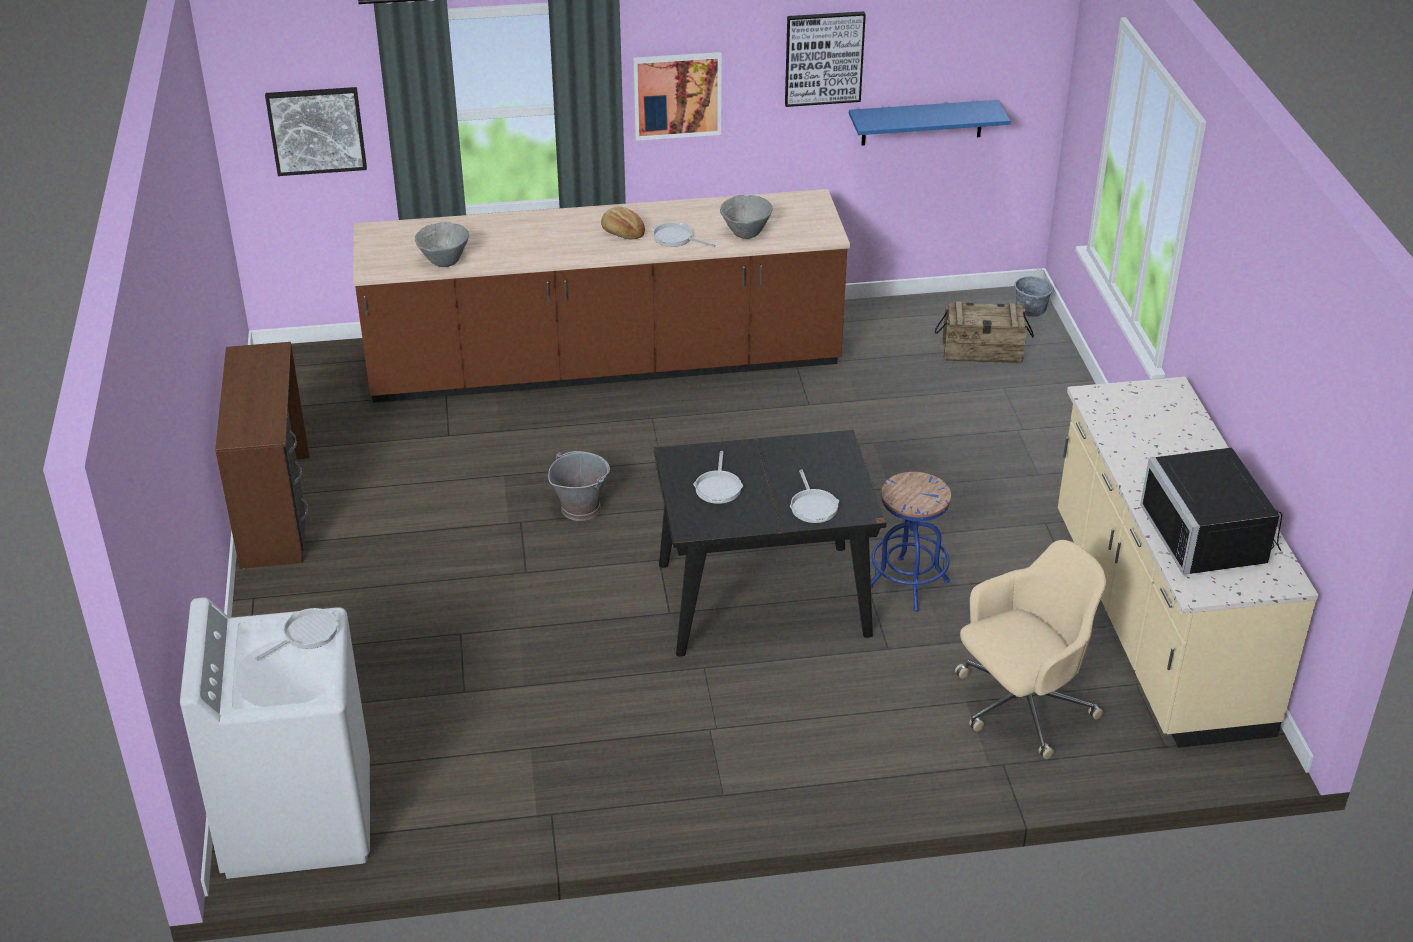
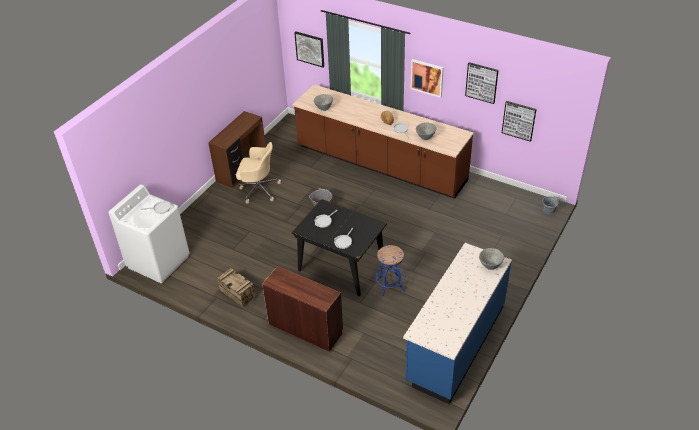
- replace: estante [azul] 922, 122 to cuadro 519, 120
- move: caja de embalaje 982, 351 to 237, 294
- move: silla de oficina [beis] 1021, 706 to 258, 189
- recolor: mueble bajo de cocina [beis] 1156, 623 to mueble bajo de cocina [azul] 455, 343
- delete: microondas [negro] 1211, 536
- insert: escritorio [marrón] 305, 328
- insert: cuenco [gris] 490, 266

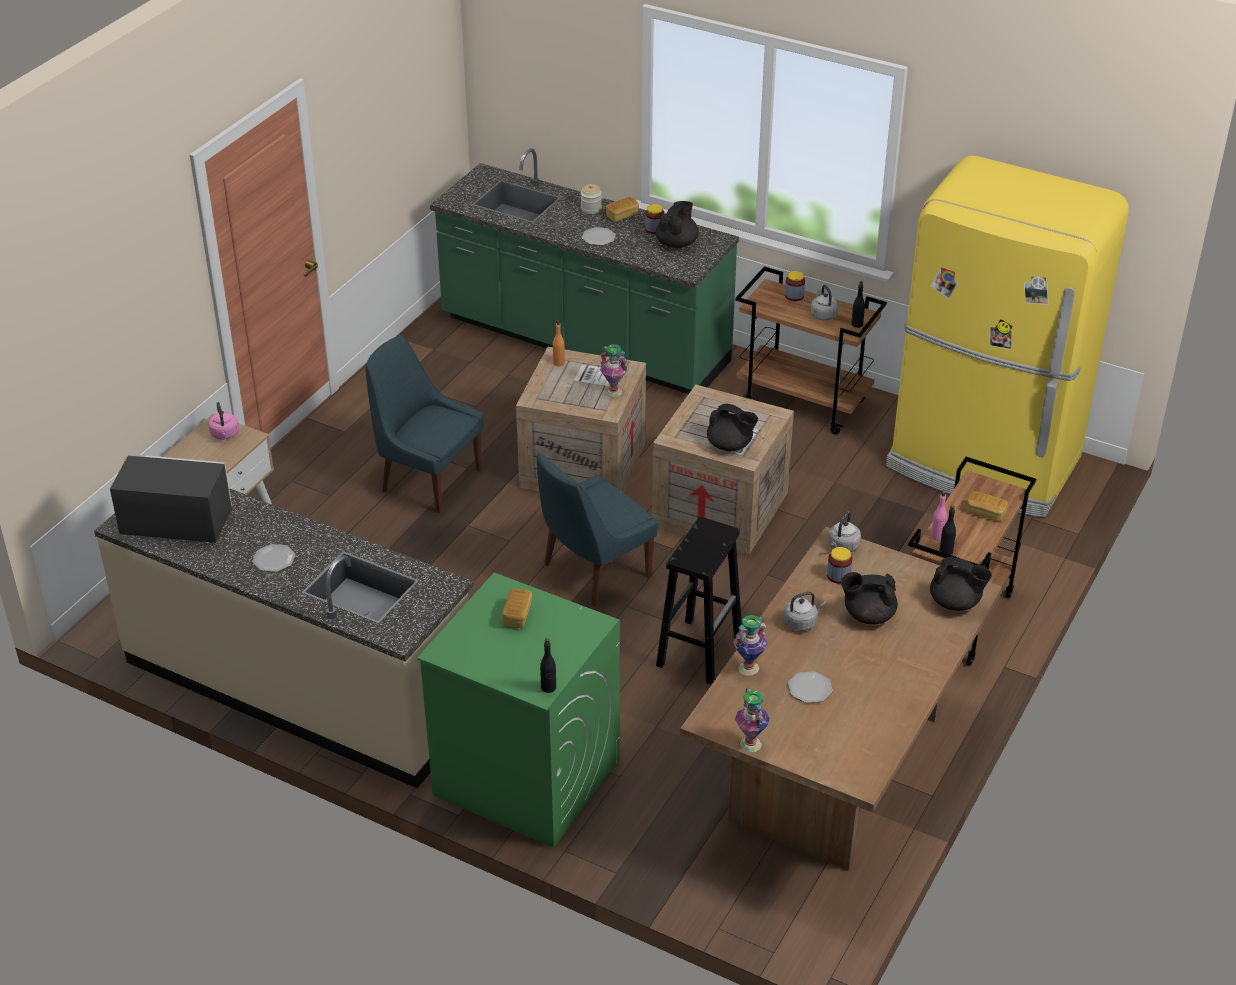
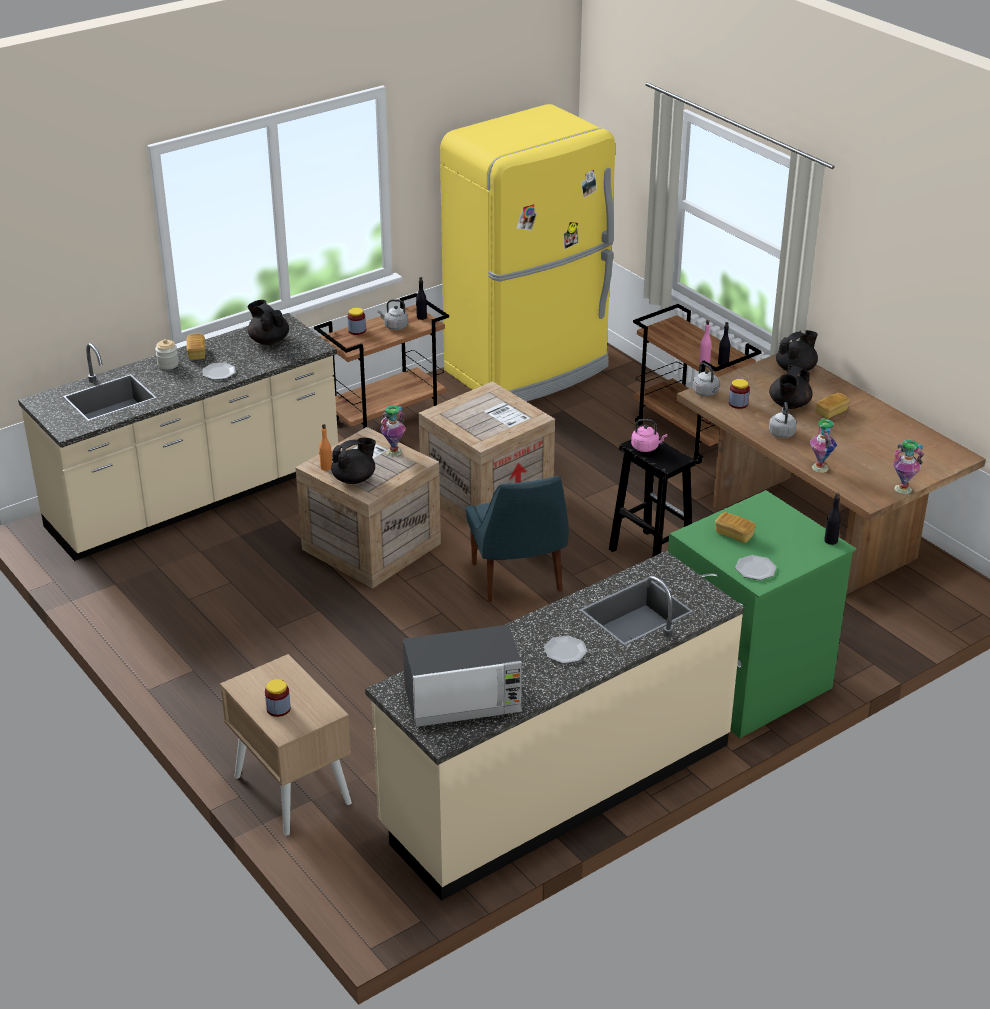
- rotate: microondas 176, 522 = 463, 701 135 degrees counterclockwise
- move: hervidor [rosa] 225, 435 to 646, 447
- delete: silla [azul] 428, 479
- recolor: mueble bajo de cocina [verde] 584, 343 to mueble bajo de cocina [beis] 196, 498
- move: tarro 654, 229 to 278, 709
- move: tetera [negro] 730, 445 to 354, 479
- move: plato 810, 689 to 756, 569
- move: pan 985, 513 to 831, 412

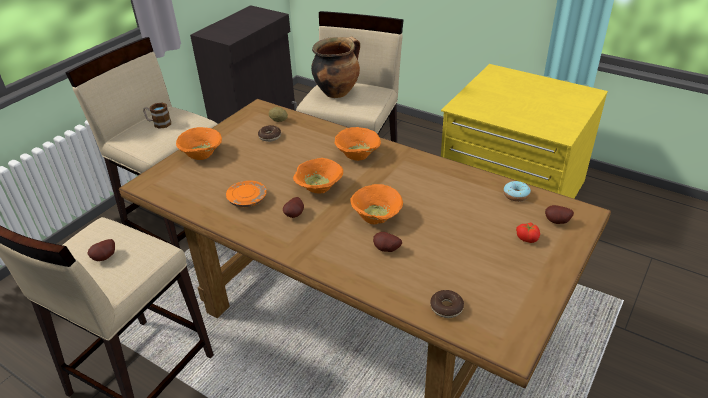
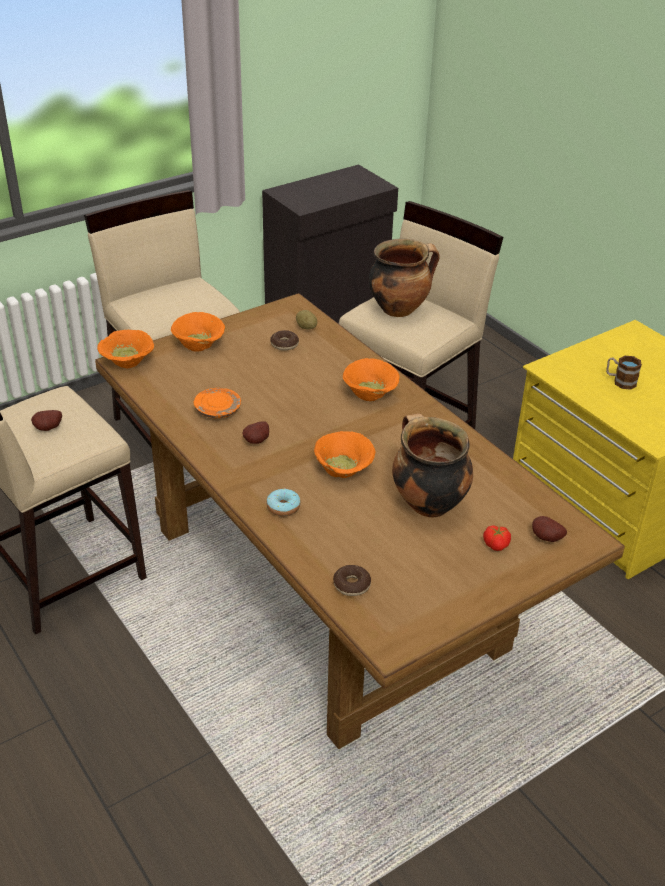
- move: taza grande 159, 123 to 620, 381
- move: cuenco [naranja] 319, 188 to 127, 363
- delete: patata 386, 250
- move: rosquilla 516, 195 to 283, 507
- insert: olla 427, 503

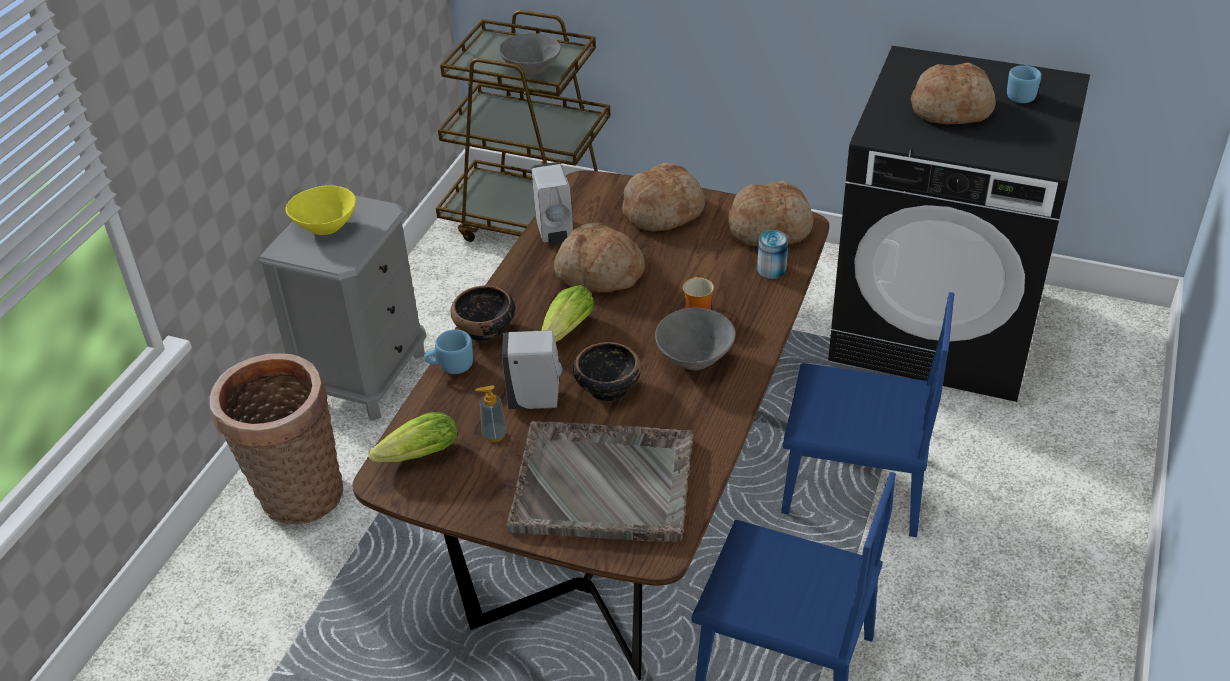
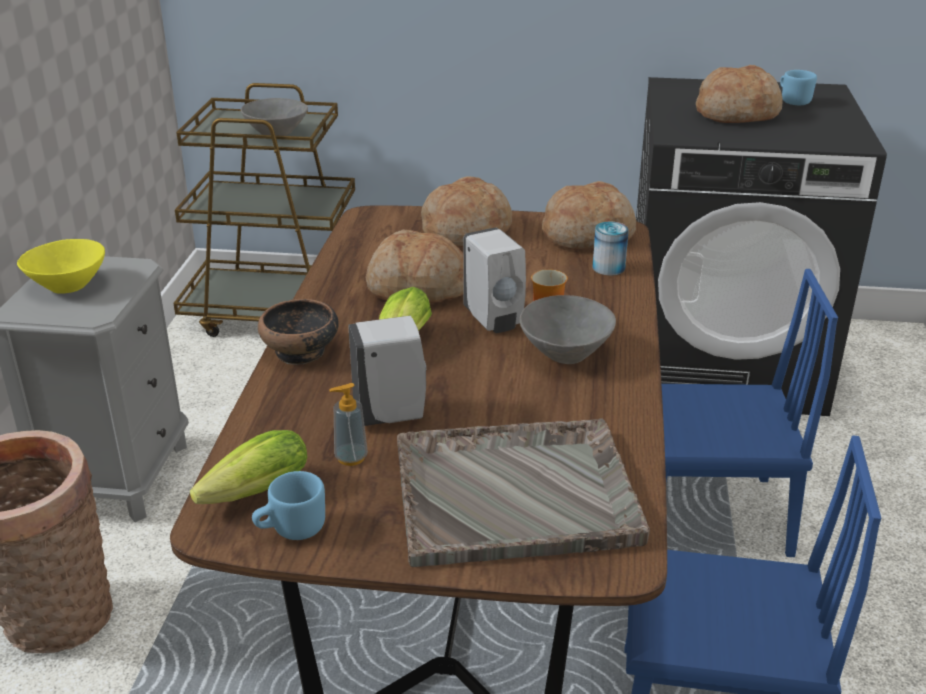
- move: taza grande [azul] 450, 366 to 290, 530
- move: dispensador de jabón [blanco] 554, 233 to 494, 320
- delete: cuenco 607, 387

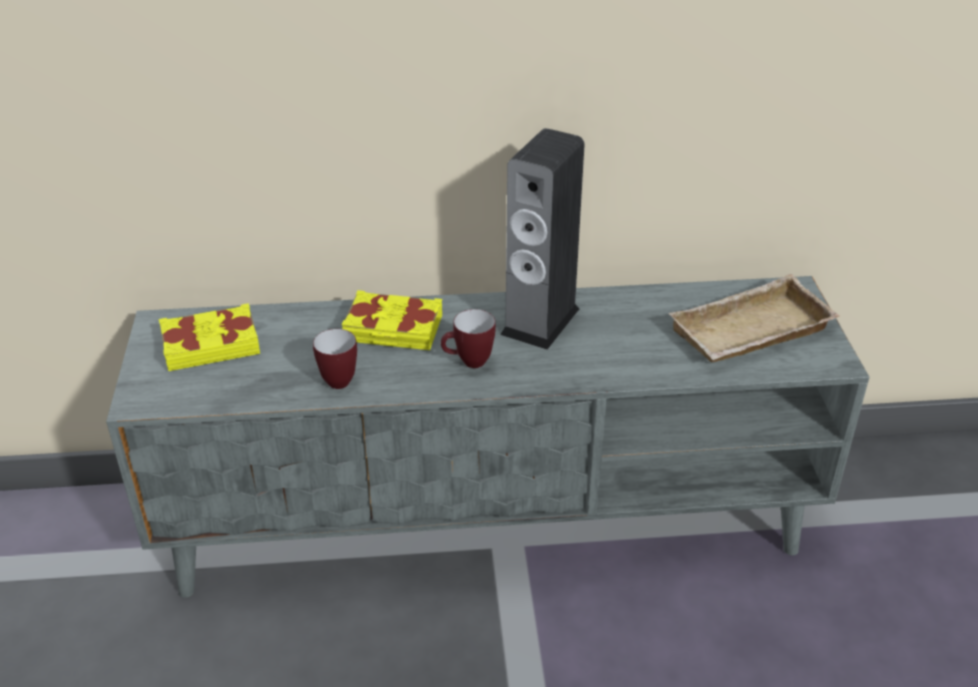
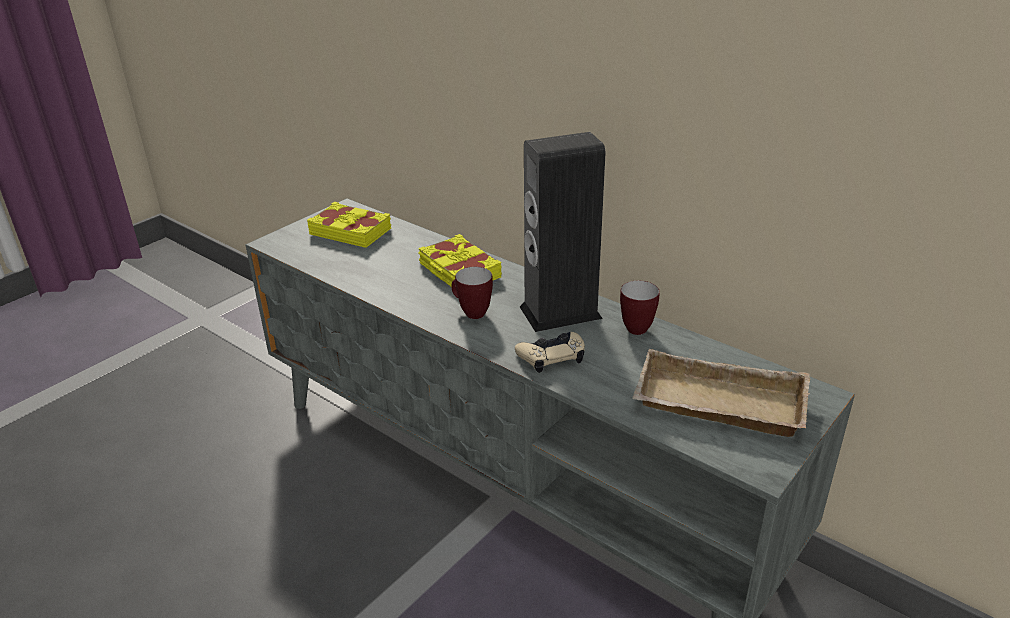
- move: taza grande 334, 380 to 635, 326
- insert: mando de consola [beis] 551, 356

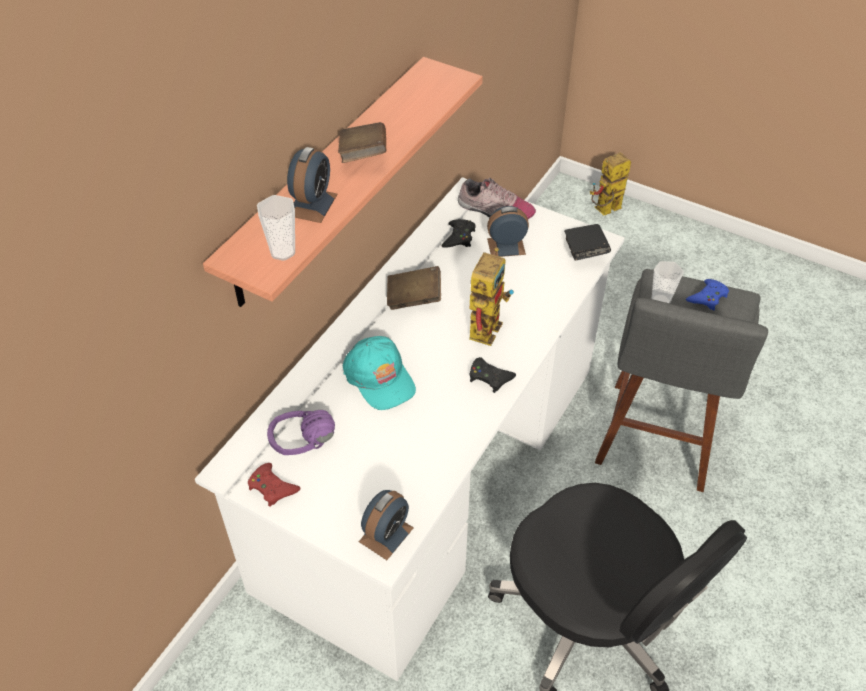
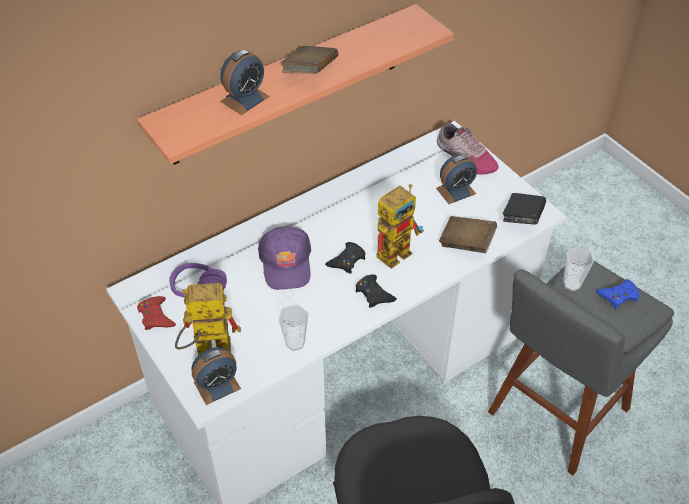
- move: taza 283, 252 to 295, 343
- recolor: gorra [turquesa] 380, 378 to gorra [morado] 286, 263
- move: libro [marrón] 414, 298 to 466, 243
- move: mando de consola [negro] 459, 237 to 347, 260
- rotate: despertador 506, 246 = 455, 191 135 degrees clockwise
- move: robot de juguete 605, 211 to 206, 351

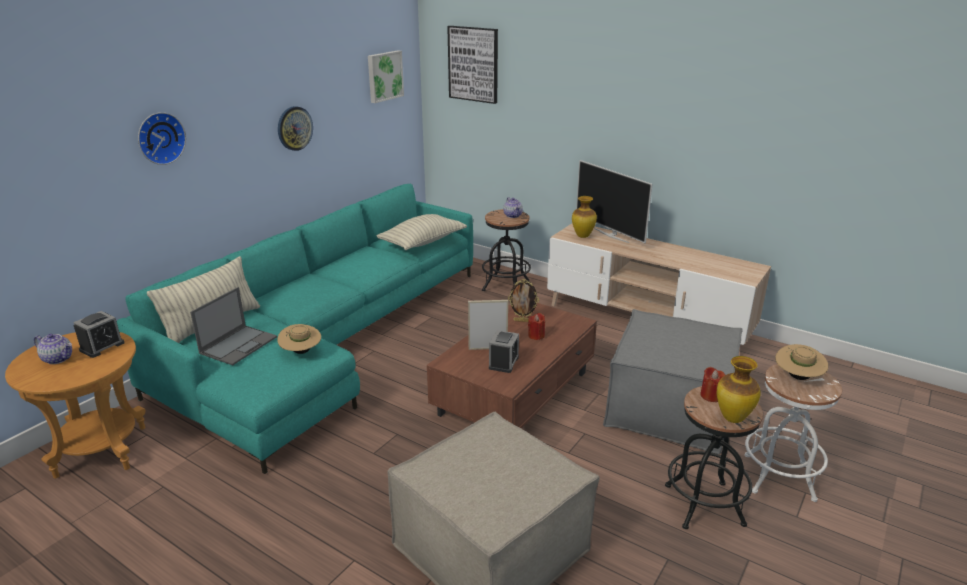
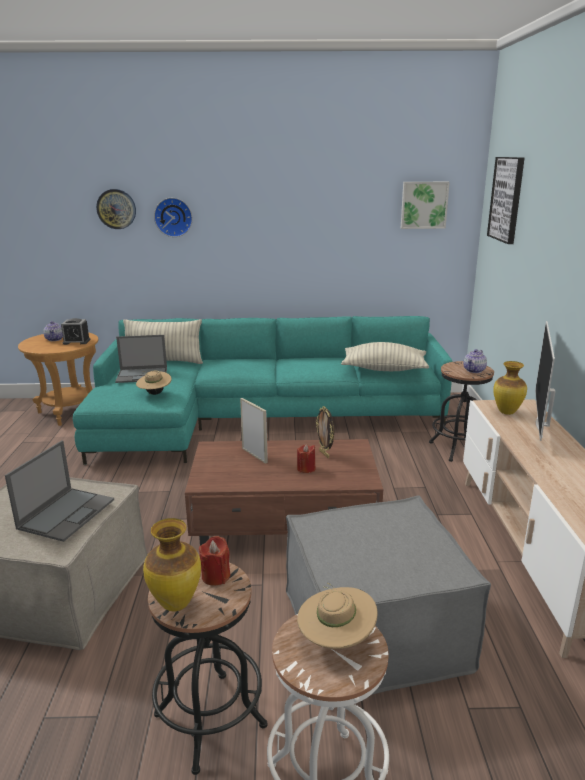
- move: reloj de pared 294, 128 to 116, 209
- delete: despertador 503, 362
- insert: portátil 67, 513

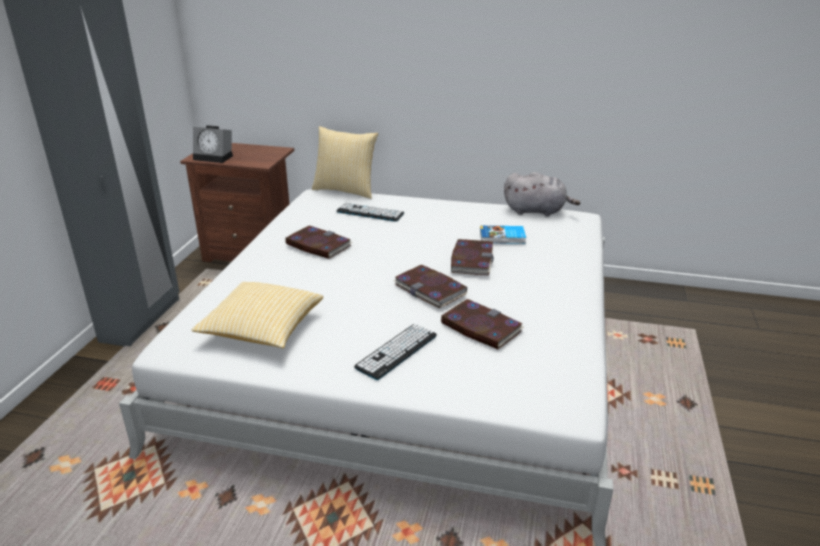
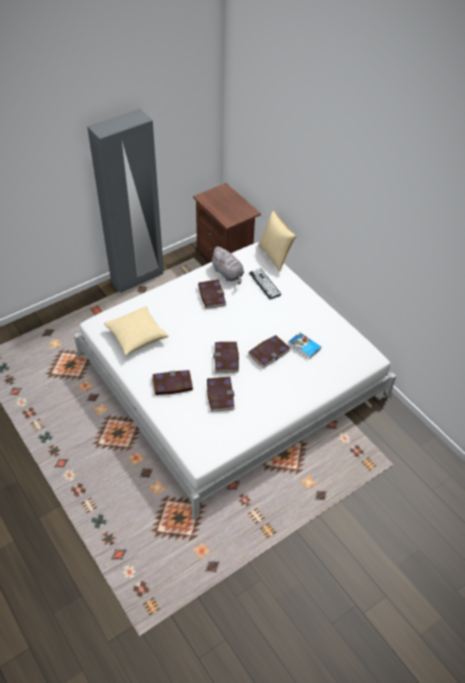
- delete: despertador 215, 157
- replace: teclado 397, 351 to libro 172, 384
- move: peluche [gris] 537, 211 to 228, 274

